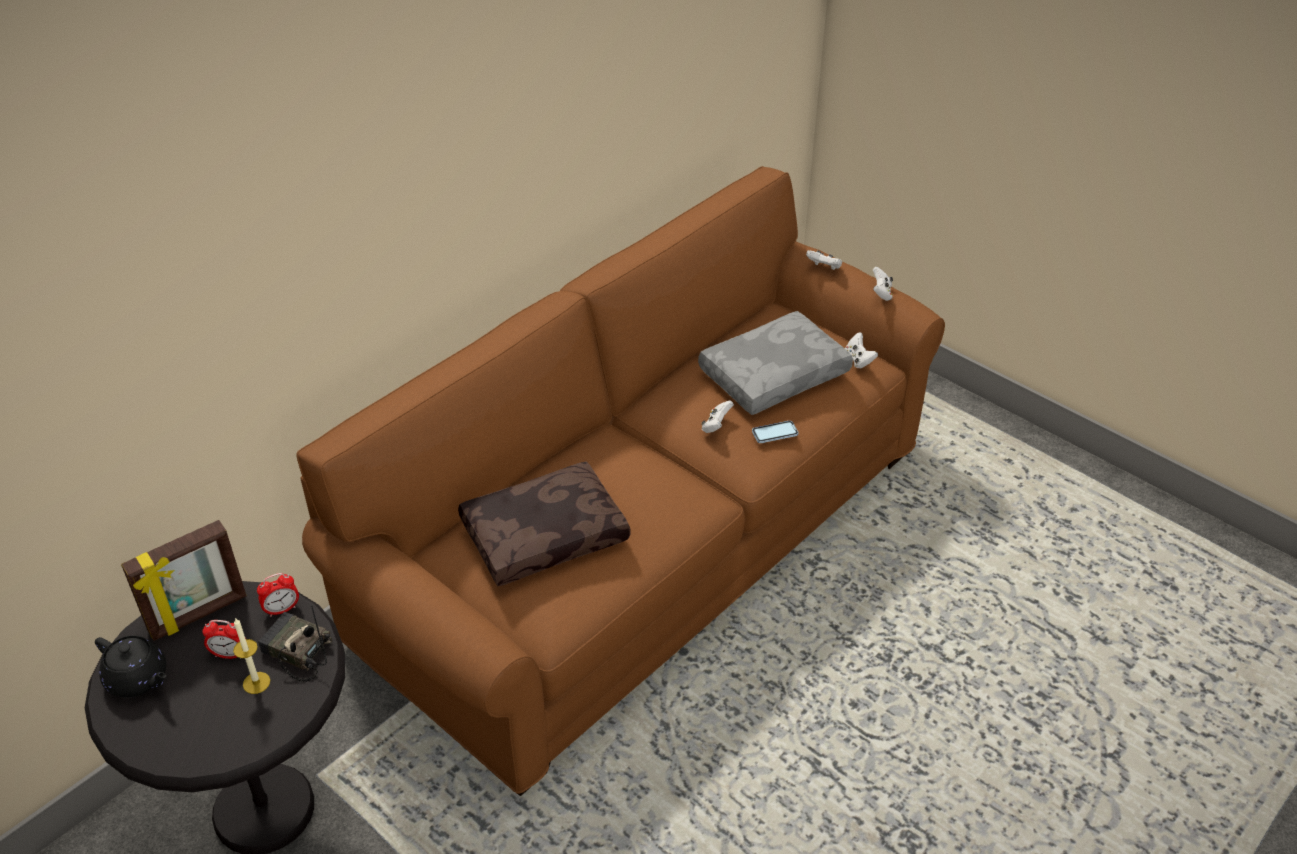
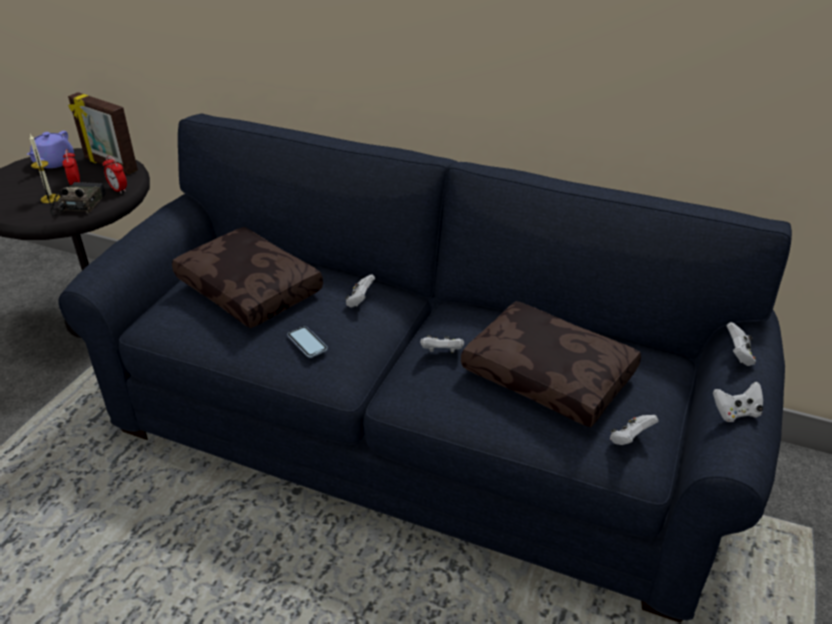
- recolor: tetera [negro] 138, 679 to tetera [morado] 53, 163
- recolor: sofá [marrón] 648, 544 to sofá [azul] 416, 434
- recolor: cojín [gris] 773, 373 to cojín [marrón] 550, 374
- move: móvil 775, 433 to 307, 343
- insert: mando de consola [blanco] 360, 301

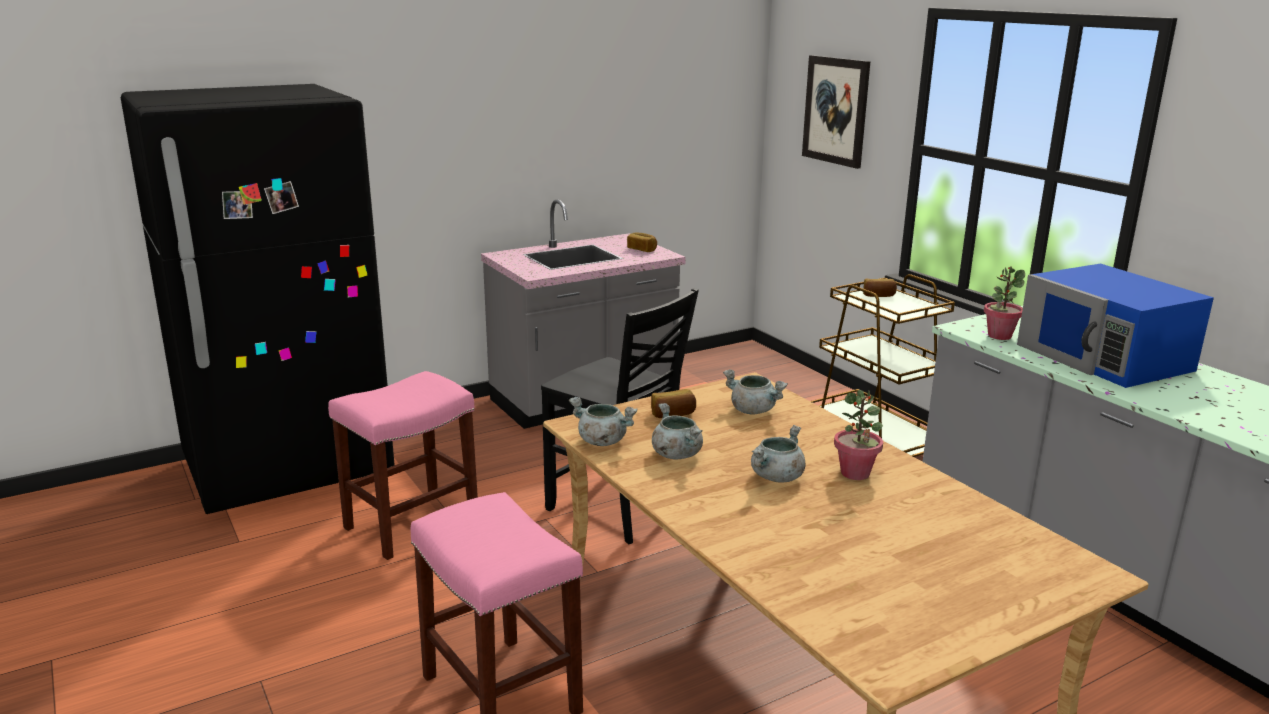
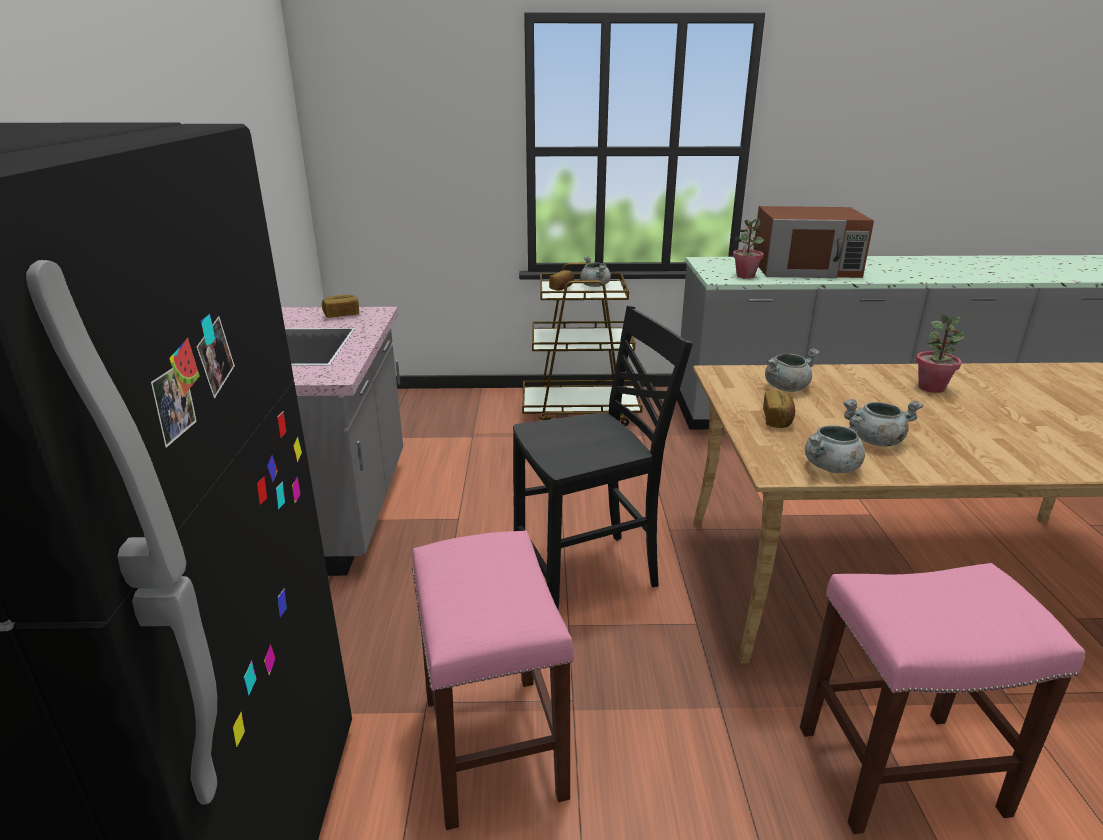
- move: olla [gris] 777, 477 to 595, 286
- delete: cuadro 836, 110
- recolor: microondas [azul] 1105, 357 to microondas [marrón] 806, 268

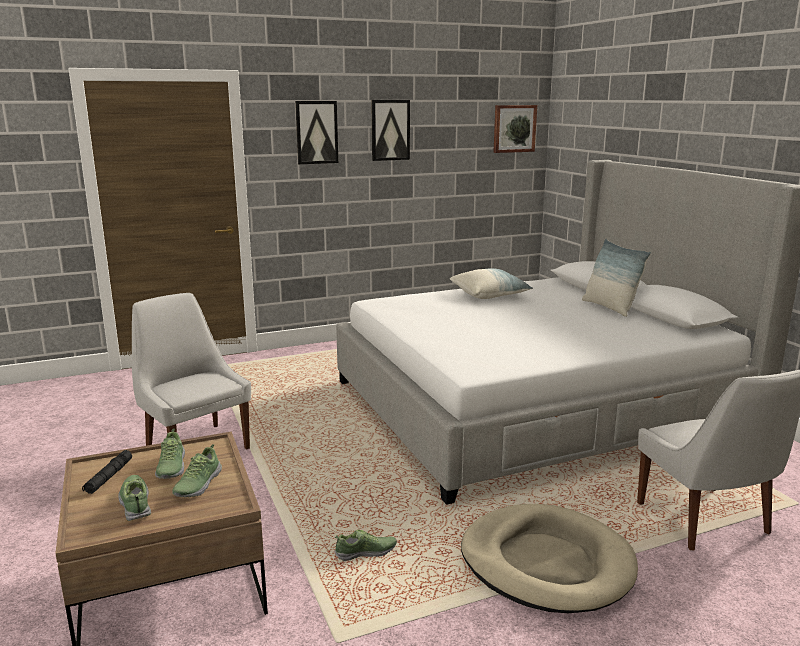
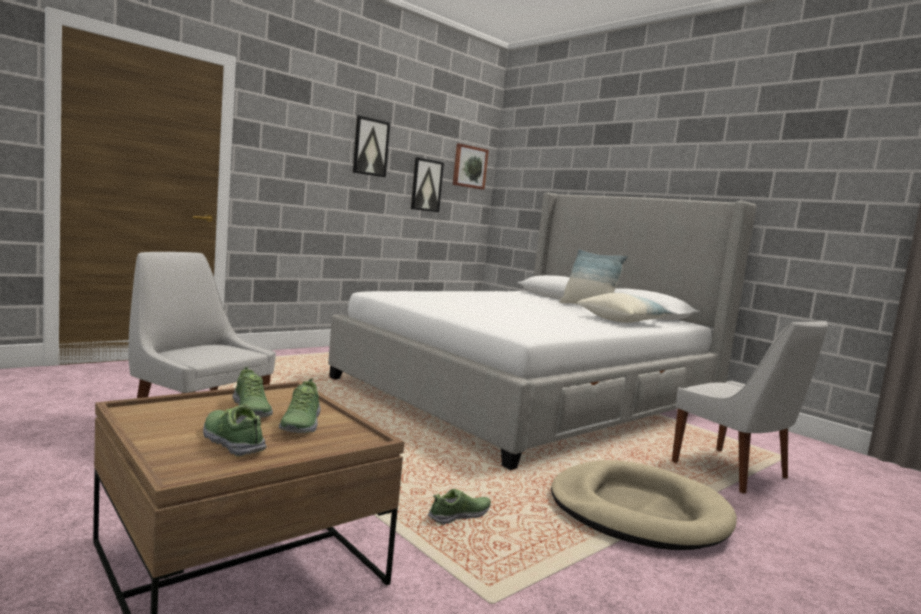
- delete: linterna [negro] 109, 477
- move: cuadro 316, 132 to 426, 185
- move: cojín 490, 295 to 622, 320

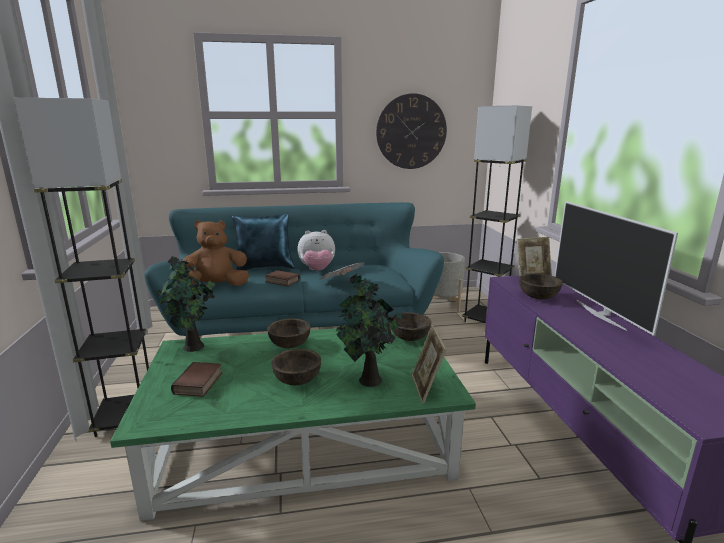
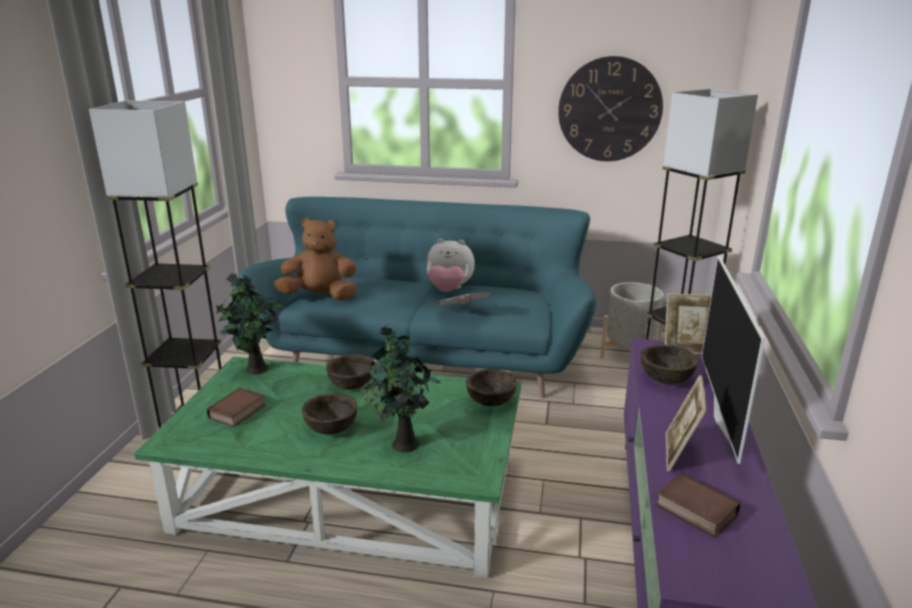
- delete: cojín [azul] 265, 268
- move: libro 281, 281 to 694, 510
- move: portarretratos 426, 388 to 679, 454

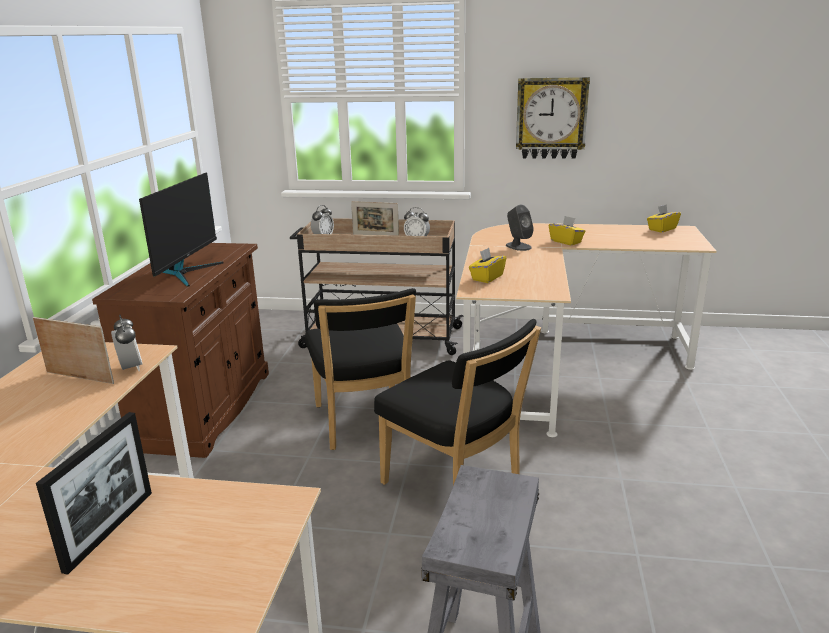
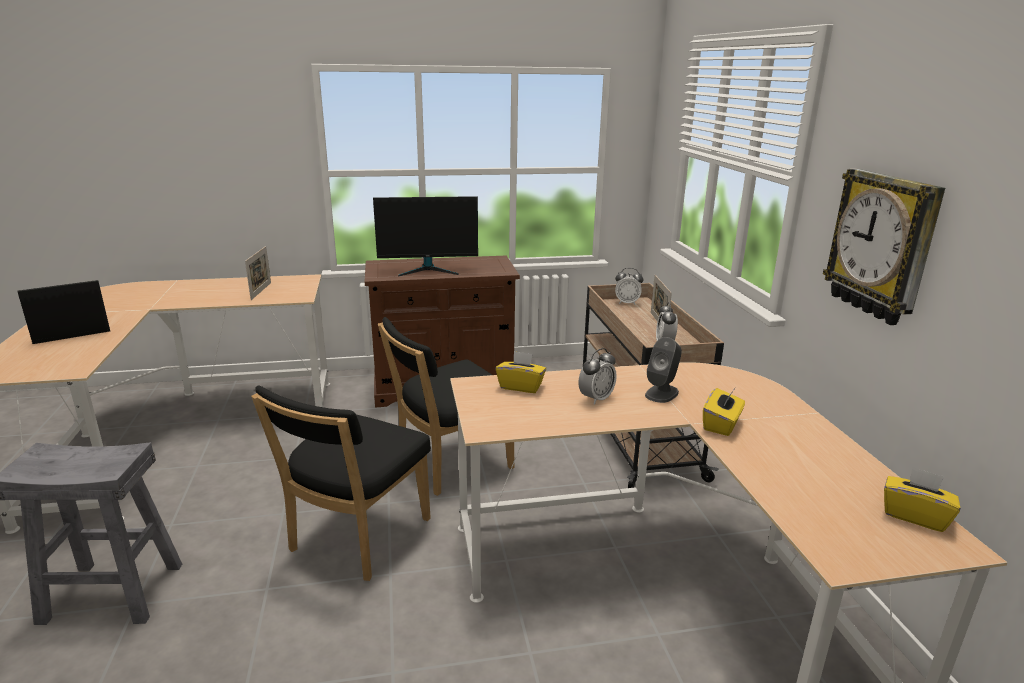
- rotate: portarretratos 110, 530 = 72, 337 150 degrees clockwise
- move: despertador 131, 368 to 596, 398

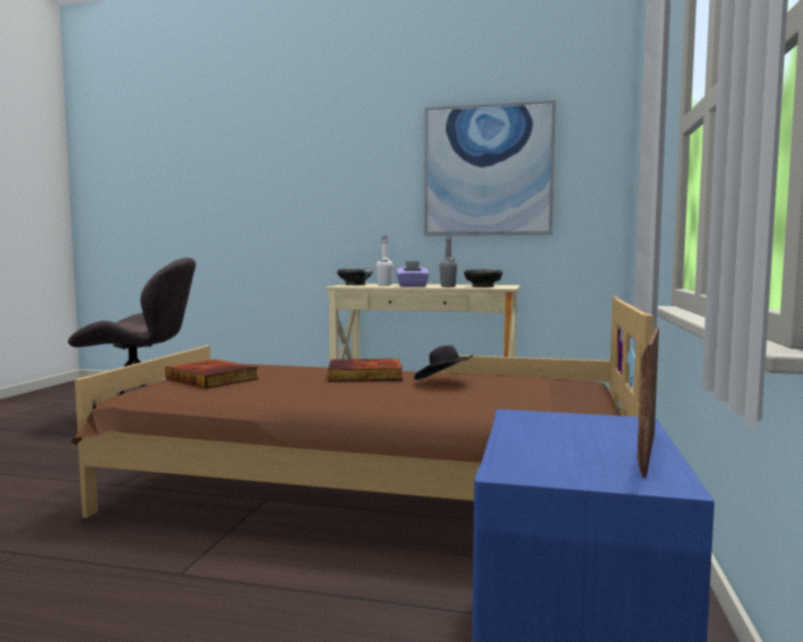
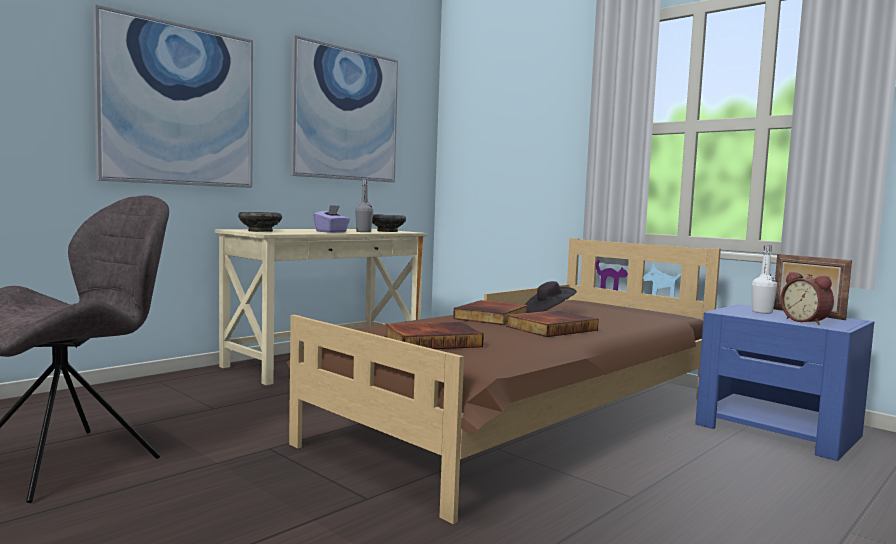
- move: botella [blanco] 384, 285 to 762, 312
- insert: cuadro 178, 105
- insert: libro 551, 328
- insert: despertador 806, 321

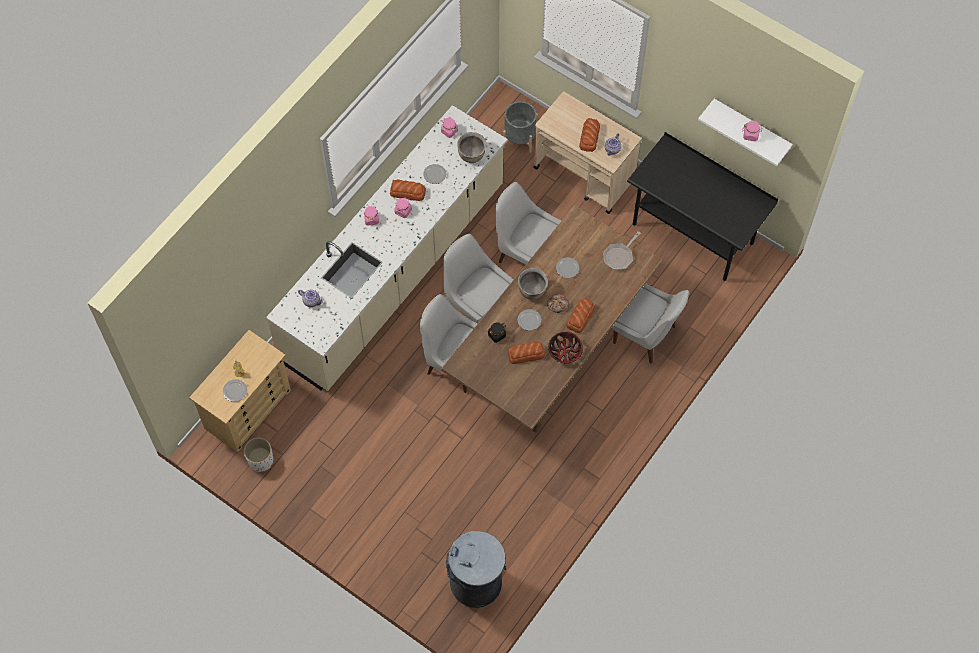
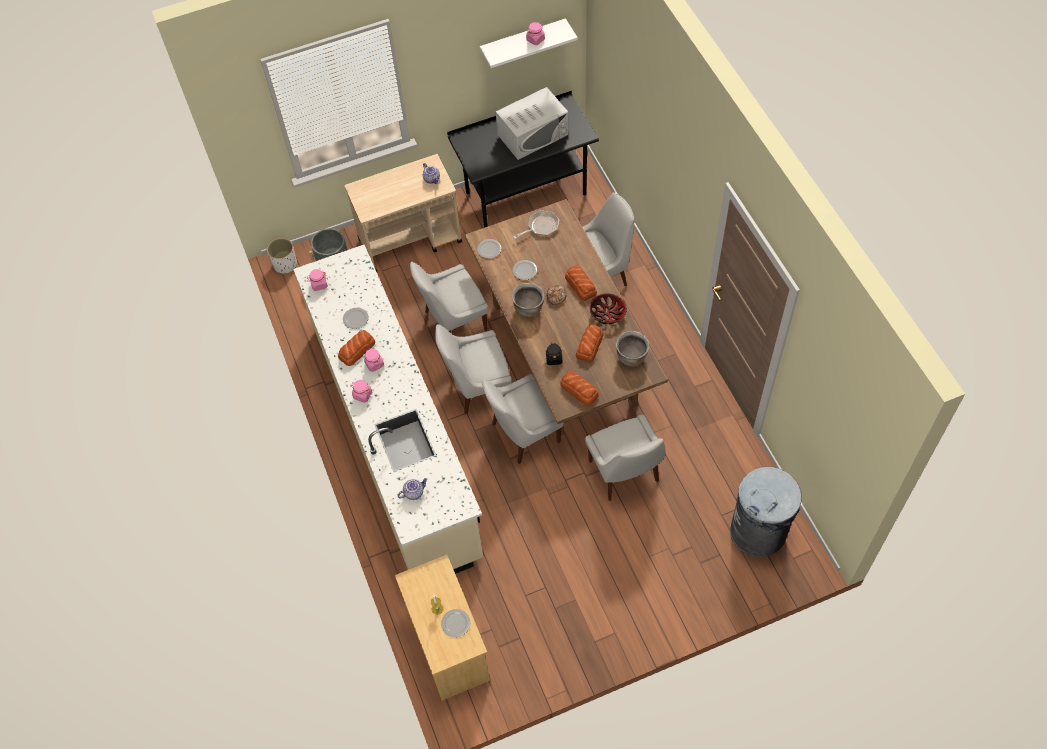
- move: maceta [blanco] 260, 460 to 285, 264
- move: olla [marrón] 472, 155 to 631, 357
- move: plato 529, 320 to 489, 249
- move: pan 589, 137 to 579, 390
- rotate: sartén 619, 256 = 541, 227 105 degrees counterclockwise
- insert: microondas [blanco] 533, 134
- insert: silla [blanco] 624, 473

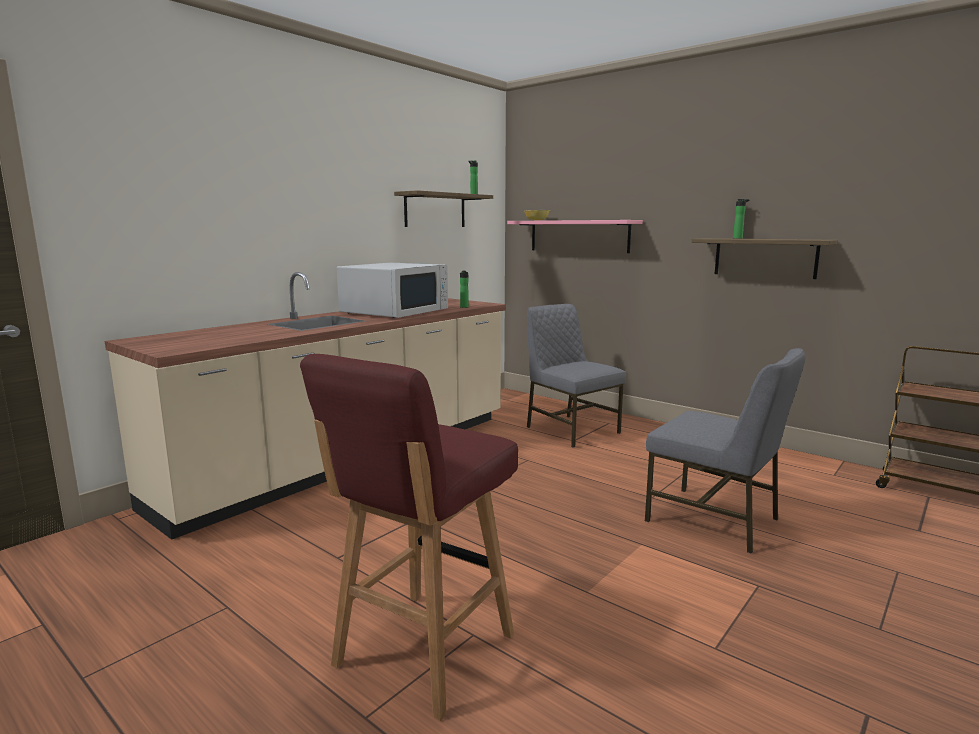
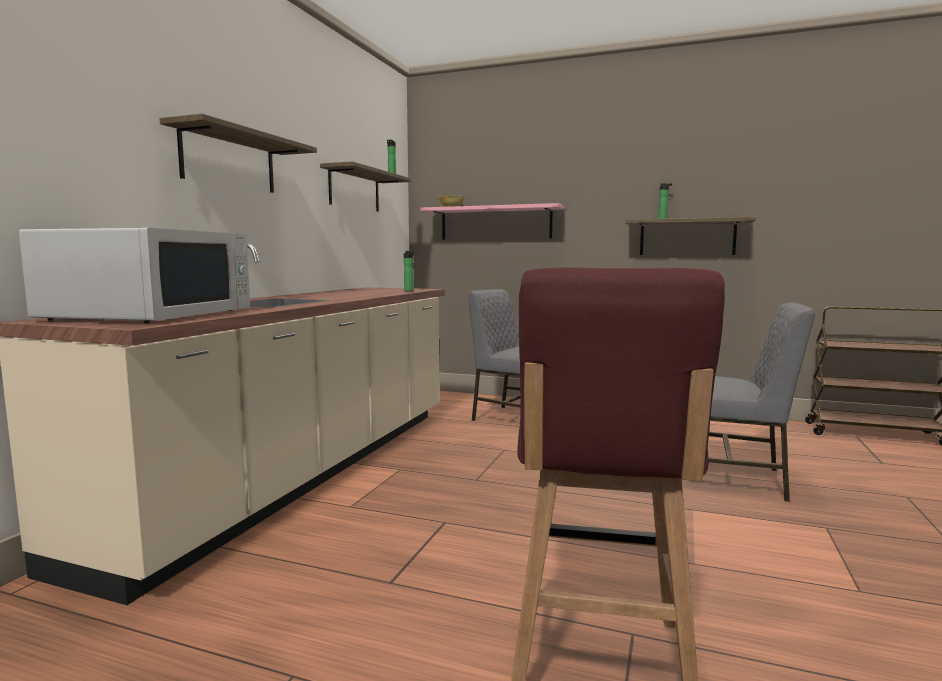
- move: microondas [blanco] 395, 311 to 152, 315
- insert: estante 229, 161

